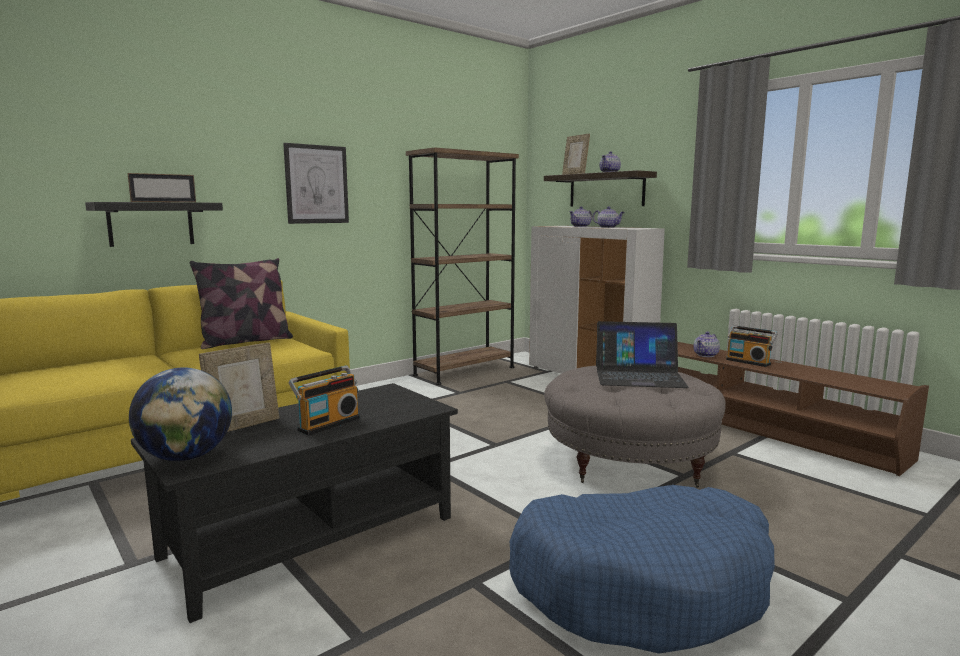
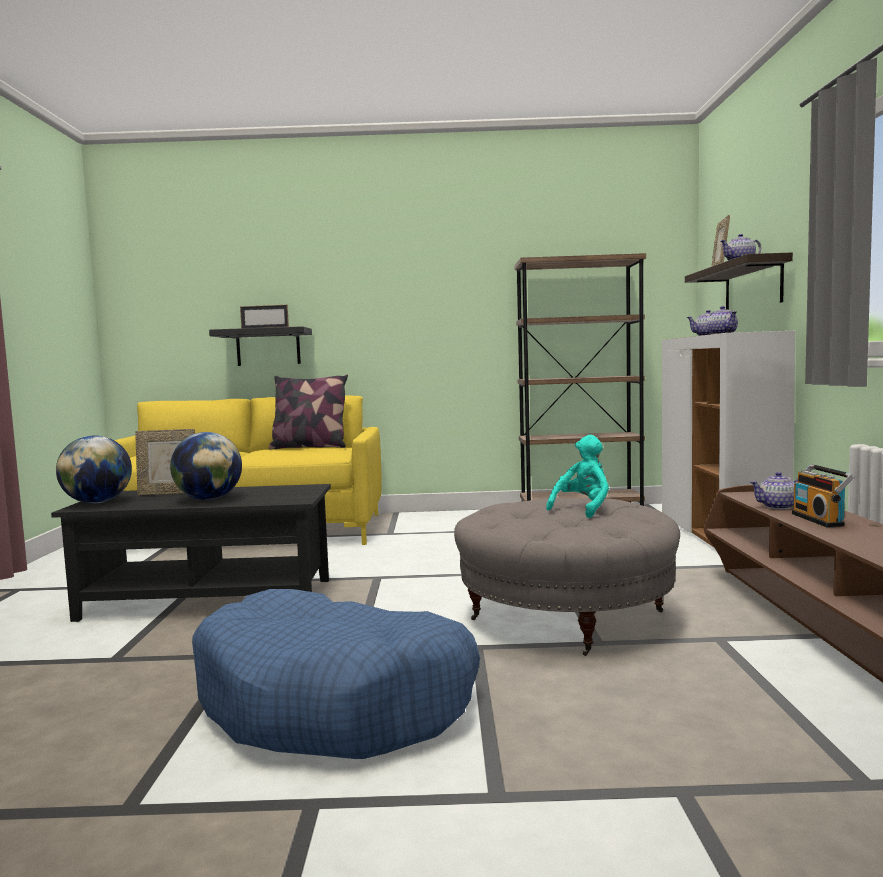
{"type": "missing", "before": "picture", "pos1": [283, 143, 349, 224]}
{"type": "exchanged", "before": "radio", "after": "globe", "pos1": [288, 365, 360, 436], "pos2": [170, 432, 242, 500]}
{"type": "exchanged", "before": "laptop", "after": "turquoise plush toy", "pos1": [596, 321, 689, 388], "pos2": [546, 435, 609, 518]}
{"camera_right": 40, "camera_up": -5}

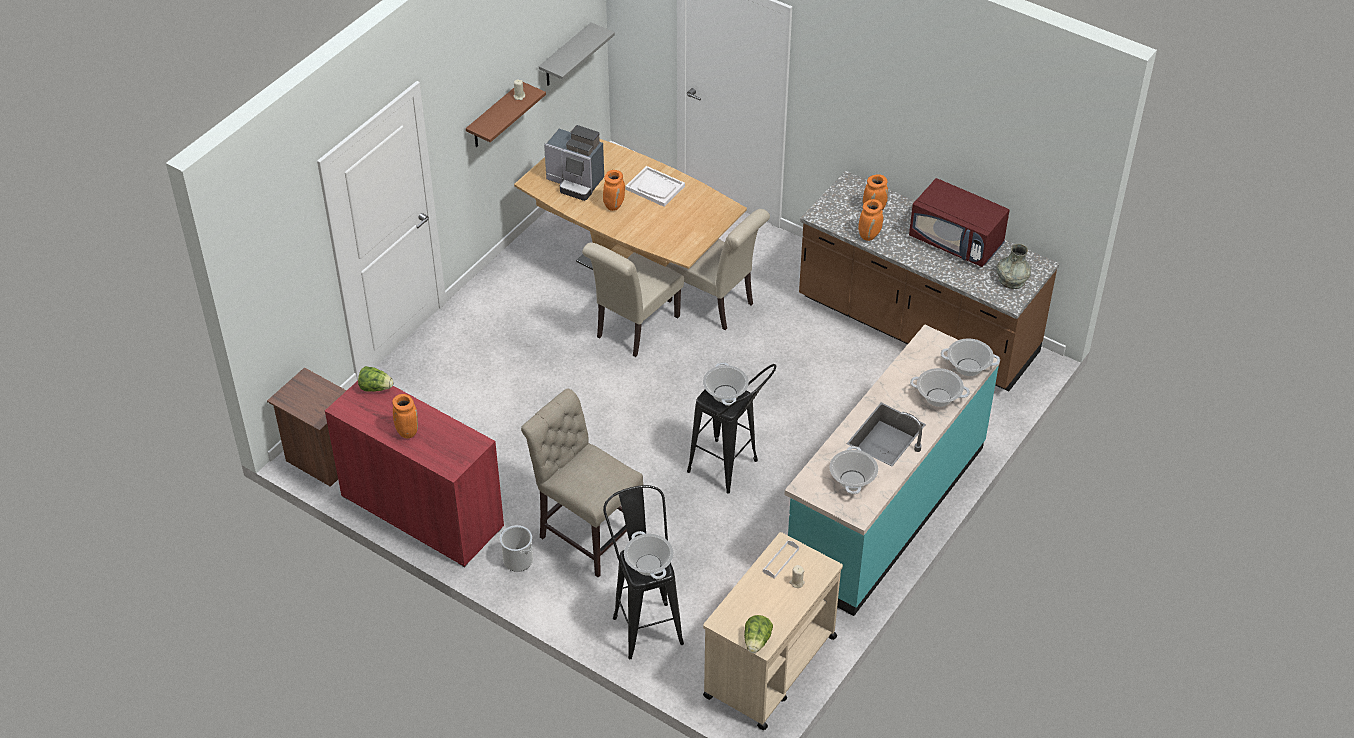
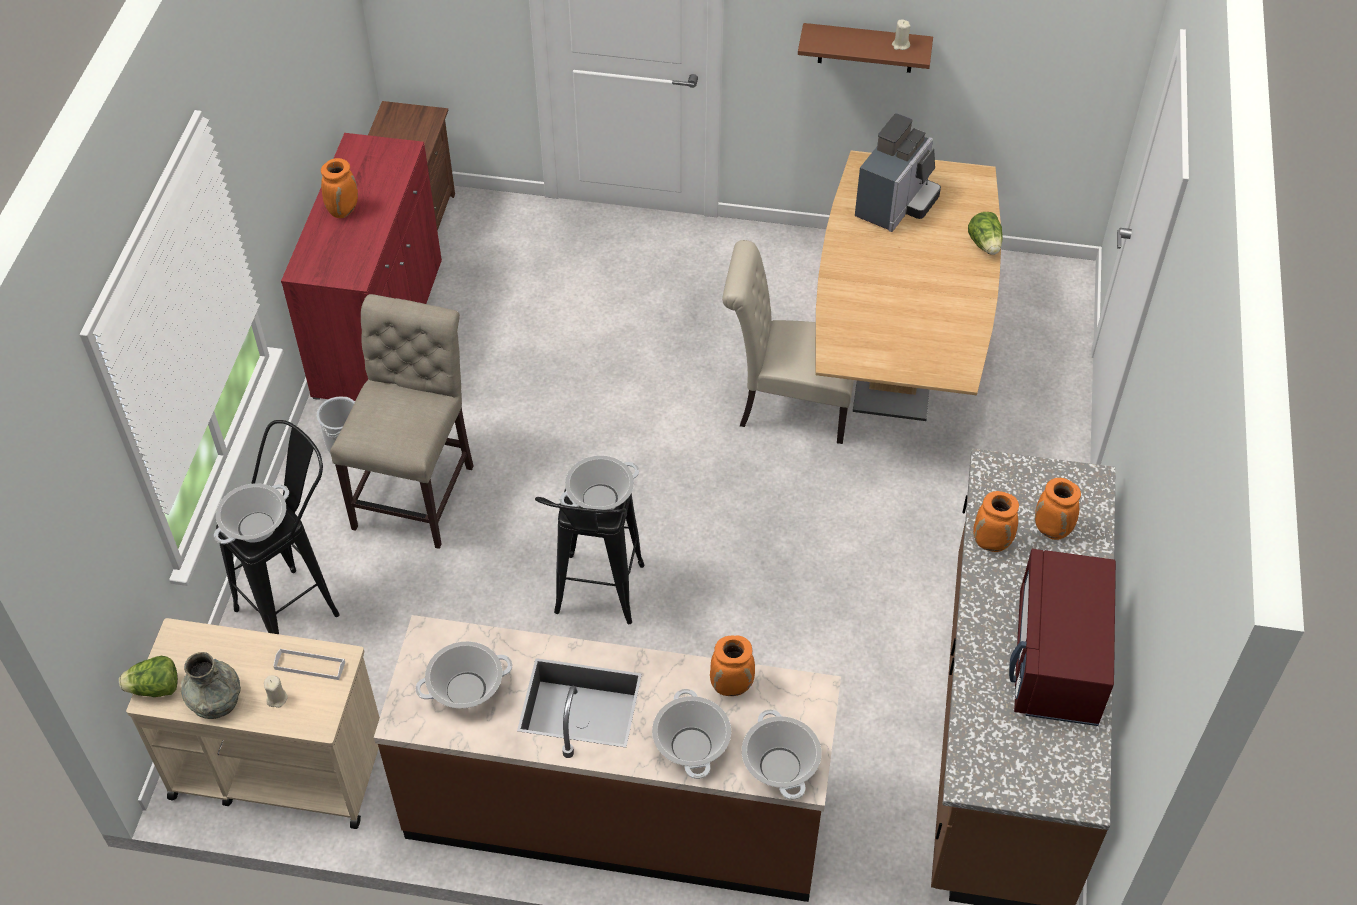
{"type": "relocated", "before": "lettuce", "pos1": [358, 366, 393, 392], "pos2": [968, 212, 1003, 255]}
{"type": "missing", "before": "grey shelf", "pos1": [539, 22, 615, 86]}
{"type": "spun", "before": "coffee machine", "pos1": [544, 125, 604, 201], "pos2": [855, 113, 941, 232], "turn": -150}
{"type": "relocated", "before": "orange vase", "pos1": [603, 170, 625, 211], "pos2": [710, 635, 755, 696]}
{"type": "missing", "before": "white tray", "pos1": [625, 166, 685, 207]}
{"type": "missing", "before": "beige chair", "pos1": [667, 209, 770, 330]}
{"type": "colour", "before": "turquoise counter", "after": "brown counter", "pos1": [784, 324, 1000, 616], "pos2": [374, 615, 841, 902]}
{"type": "relocated", "before": "grey vase", "pos1": [997, 244, 1031, 289], "pos2": [181, 652, 241, 719]}
{"camera_right": 65, "camera_up": 5}

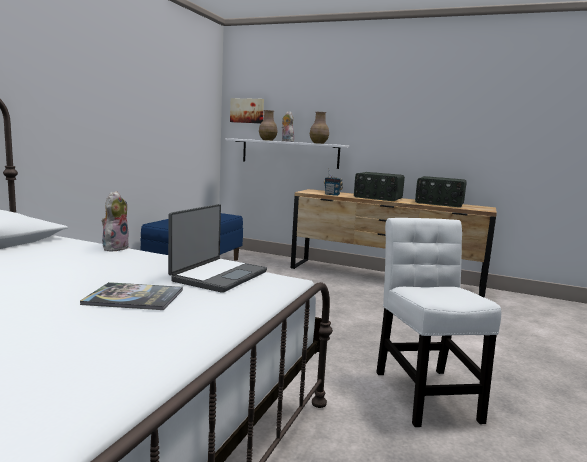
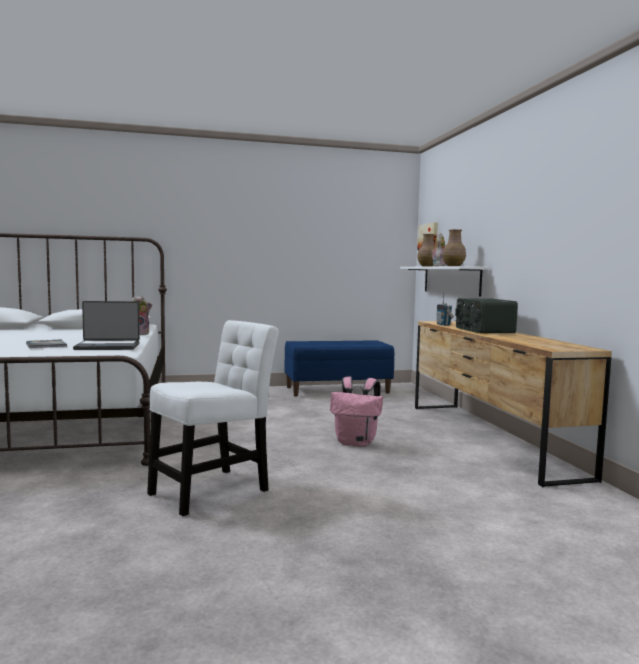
{"type": "missing", "before": "radio", "pos1": [415, 176, 467, 207]}
{"type": "appeared", "after": "pink backpack", "pos2": [330, 376, 383, 447]}
{"camera_right": 55, "camera_up": -5}

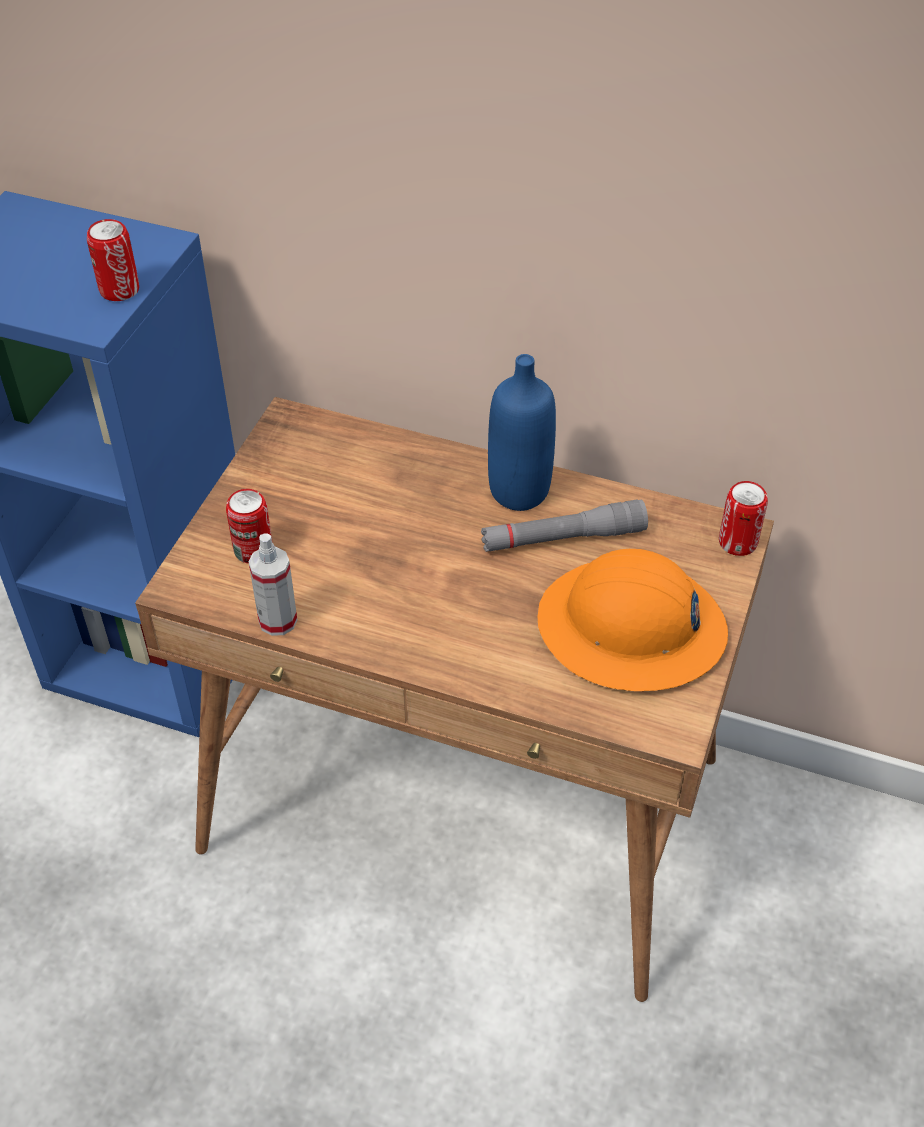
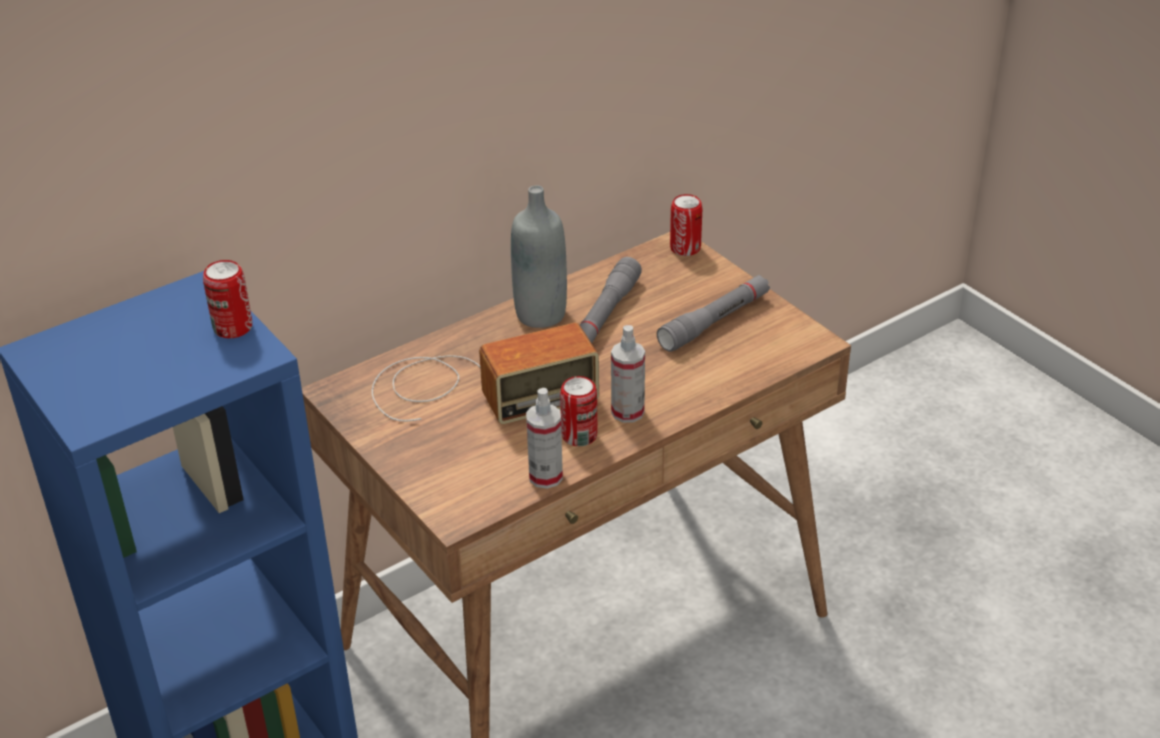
{"type": "relocated", "before": "can", "pos1": [226, 489, 273, 564], "pos2": [560, 376, 598, 446]}
{"type": "colour", "before": "blue bottle", "after": "grey bottle", "pos1": [488, 354, 556, 511], "pos2": [511, 186, 567, 328]}
{"type": "exchanged", "before": "orange hard hat", "after": "grey flashlight", "pos1": [538, 549, 728, 691], "pos2": [657, 275, 770, 352]}
{"type": "appeared", "after": "radio", "pos2": [372, 323, 599, 424]}
{"type": "appeared", "after": "spray bottle", "pos2": [611, 325, 645, 423]}
{"camera_right": -55, "camera_up": -10}

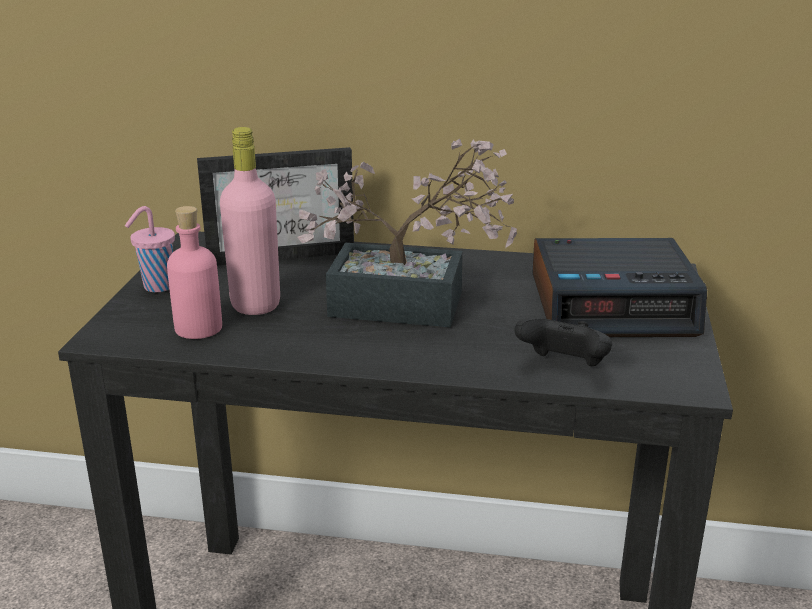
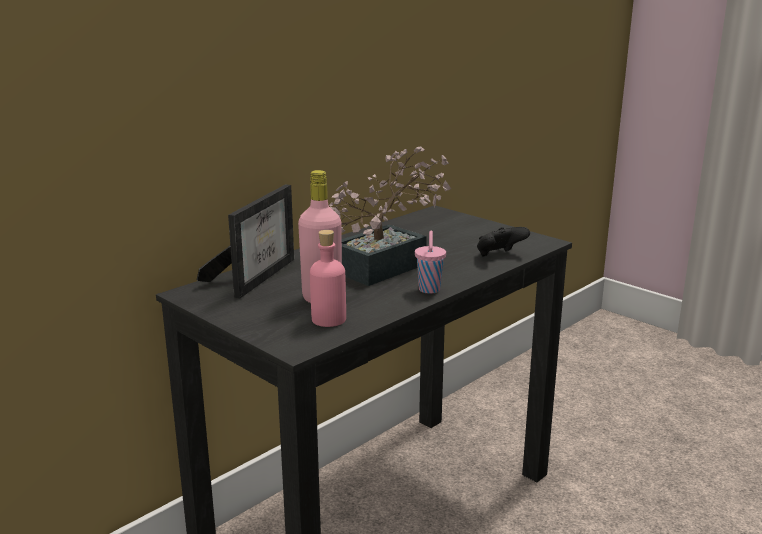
{"type": "relocated", "before": "pink cup", "pos1": [125, 206, 175, 292], "pos2": [415, 231, 446, 294]}
{"type": "missing", "before": "alarm clock", "pos1": [533, 238, 707, 337]}
{"camera_right": -55, "camera_up": -5}

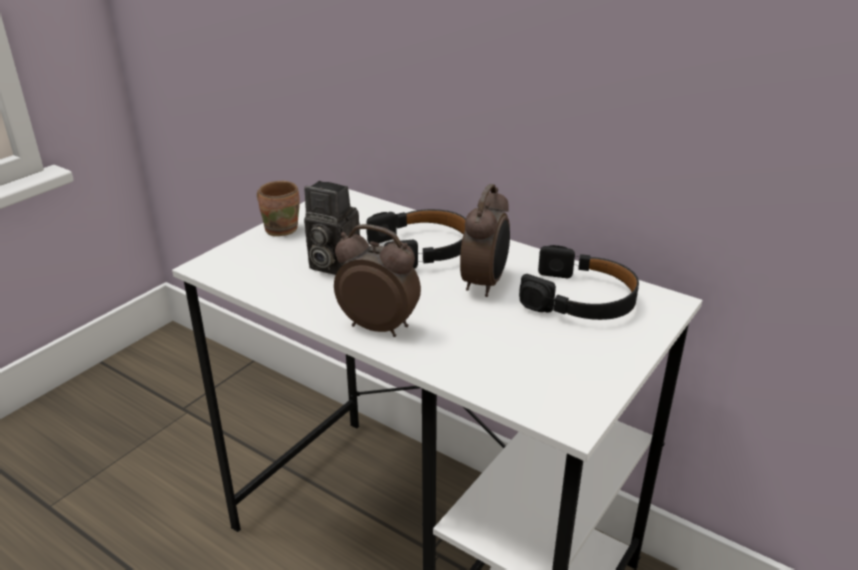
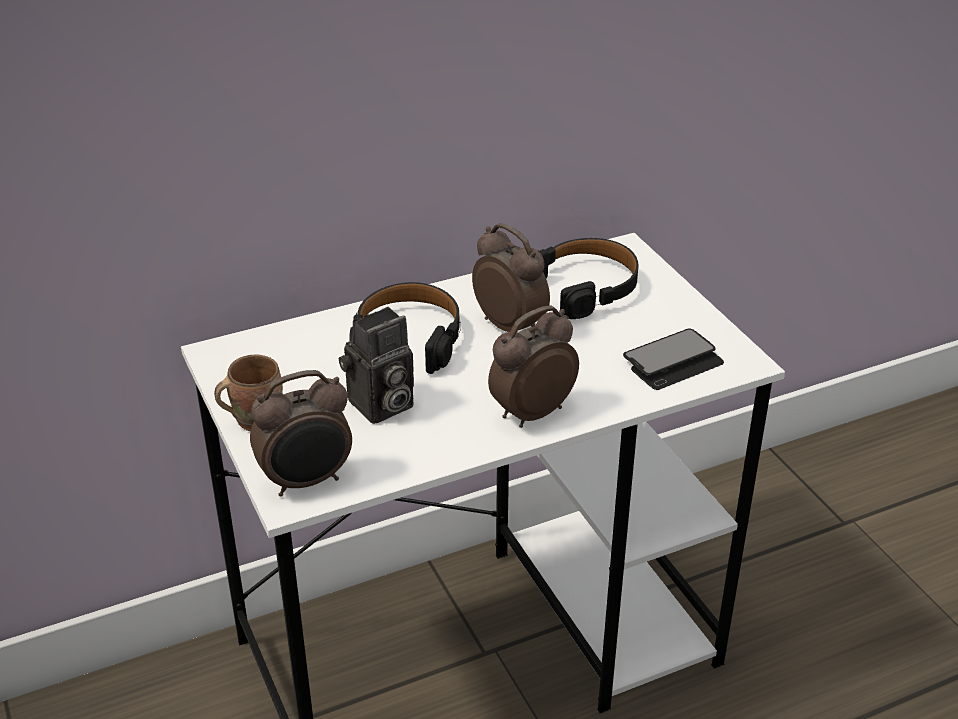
{"type": "appeared", "after": "alarm clock", "pos2": [250, 370, 352, 497]}
{"type": "appeared", "after": "phone", "pos2": [623, 329, 724, 390]}
{"camera_right": -60, "camera_up": 5}

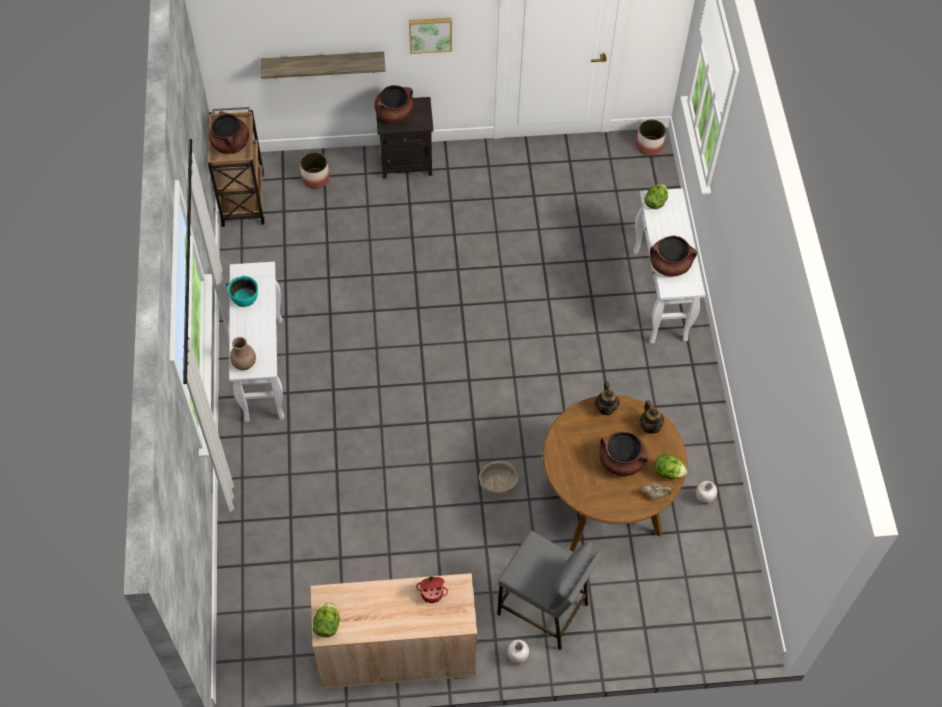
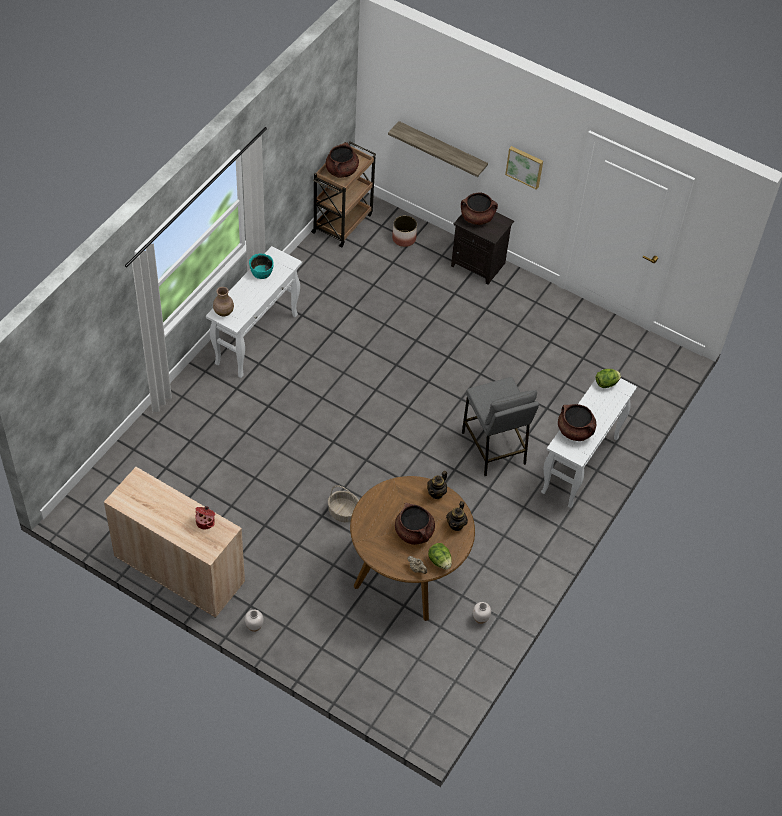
{"type": "missing", "before": "lettuce", "pos1": [313, 602, 339, 637]}
{"type": "relocated", "before": "grey stool", "pos1": [497, 531, 602, 650], "pos2": [462, 377, 539, 476]}
{"type": "missing", "before": "planter", "pos1": [636, 119, 666, 156]}
{"camera_right": 35, "camera_up": -5}

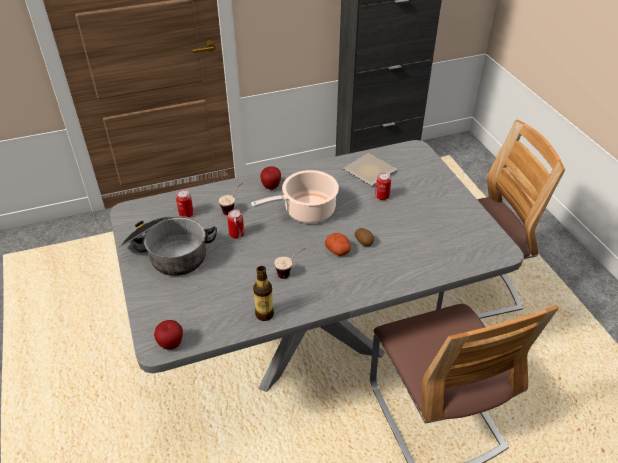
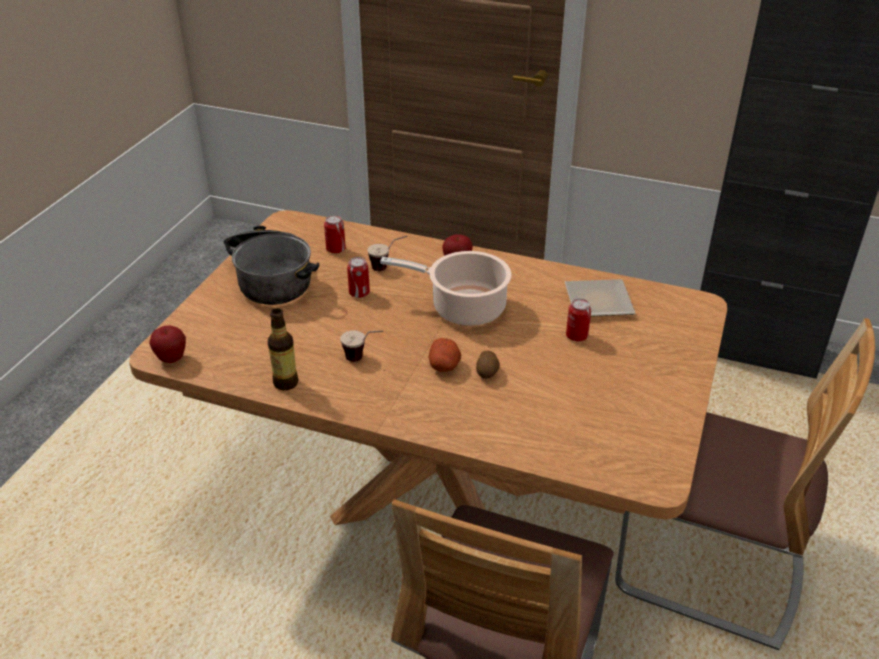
{"type": "colour", "before": "grey dining table", "after": "brown dining table", "pos1": [110, 140, 524, 392], "pos2": [129, 210, 727, 525]}
{"camera_right": 40, "camera_up": -5}

